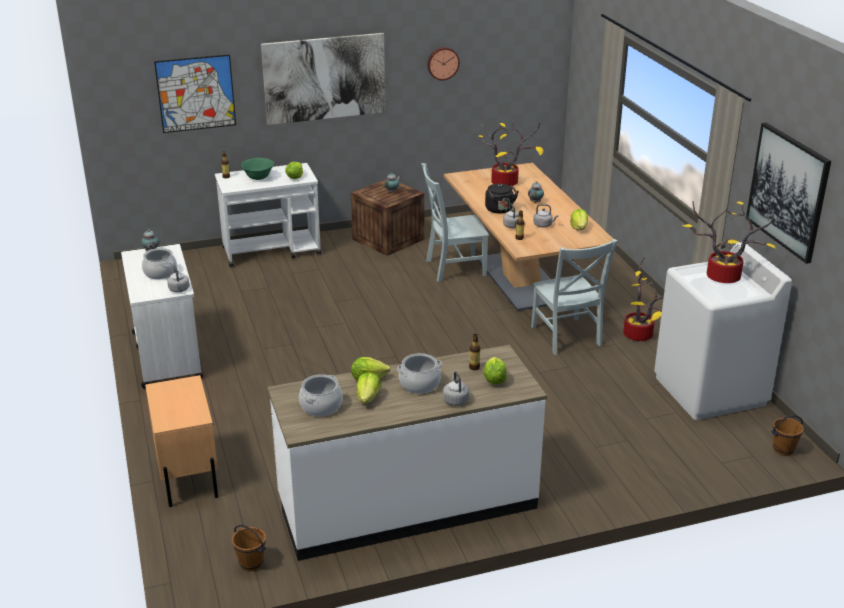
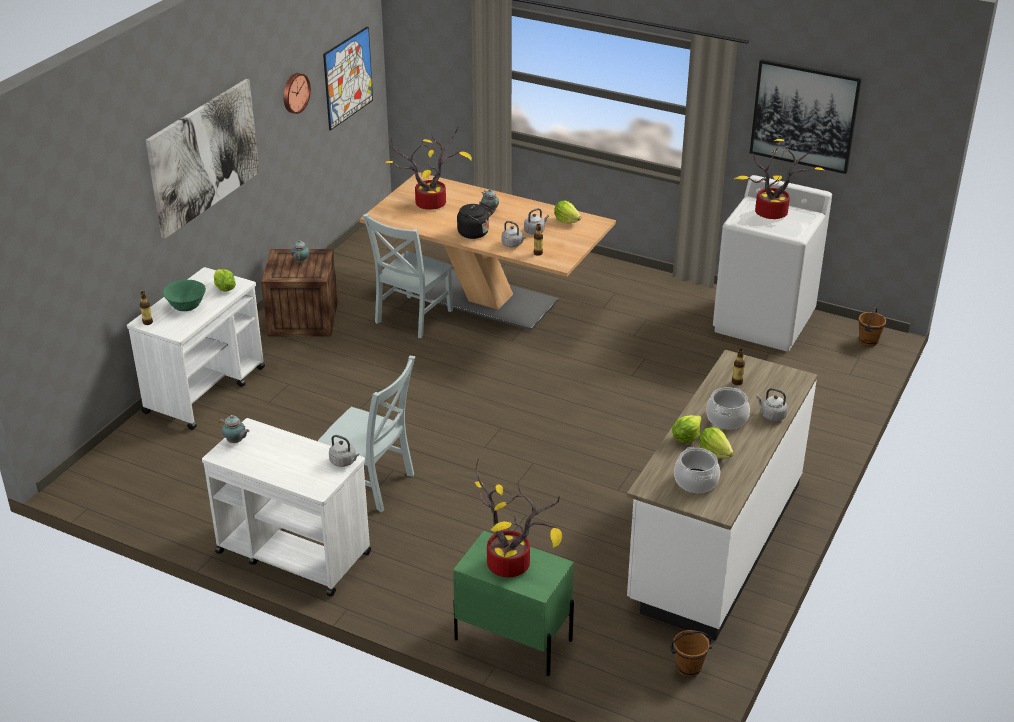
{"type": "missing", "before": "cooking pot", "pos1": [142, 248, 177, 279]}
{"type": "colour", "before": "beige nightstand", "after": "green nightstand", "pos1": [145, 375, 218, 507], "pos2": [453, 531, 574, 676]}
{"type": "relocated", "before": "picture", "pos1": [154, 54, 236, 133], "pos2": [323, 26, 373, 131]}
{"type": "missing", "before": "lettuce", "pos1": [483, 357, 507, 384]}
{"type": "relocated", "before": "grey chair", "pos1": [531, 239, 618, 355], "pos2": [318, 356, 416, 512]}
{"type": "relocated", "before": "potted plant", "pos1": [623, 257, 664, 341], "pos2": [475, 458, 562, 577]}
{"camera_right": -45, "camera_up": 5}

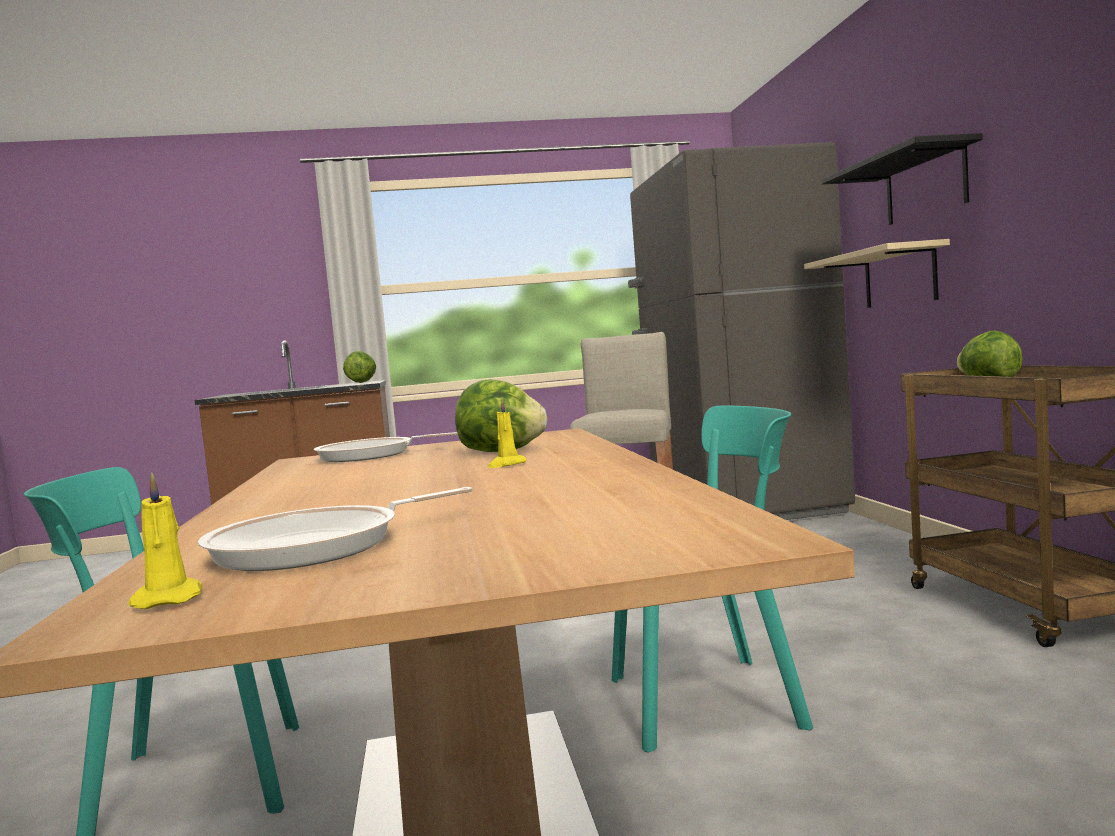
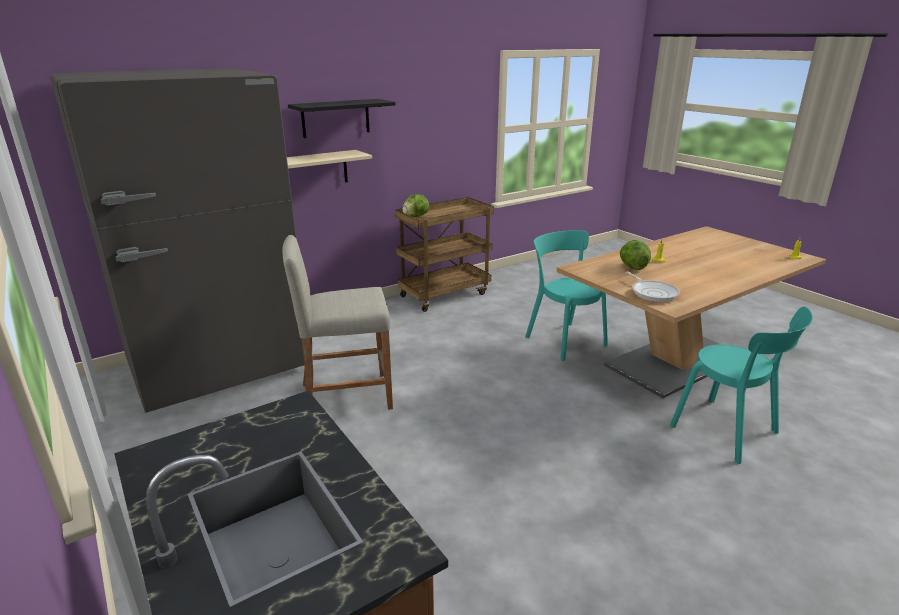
{"type": "missing", "before": "frying pan", "pos1": [198, 487, 473, 571]}
{"type": "missing", "before": "lettuce", "pos1": [343, 351, 376, 383]}
{"camera_right": -115, "camera_up": 20}

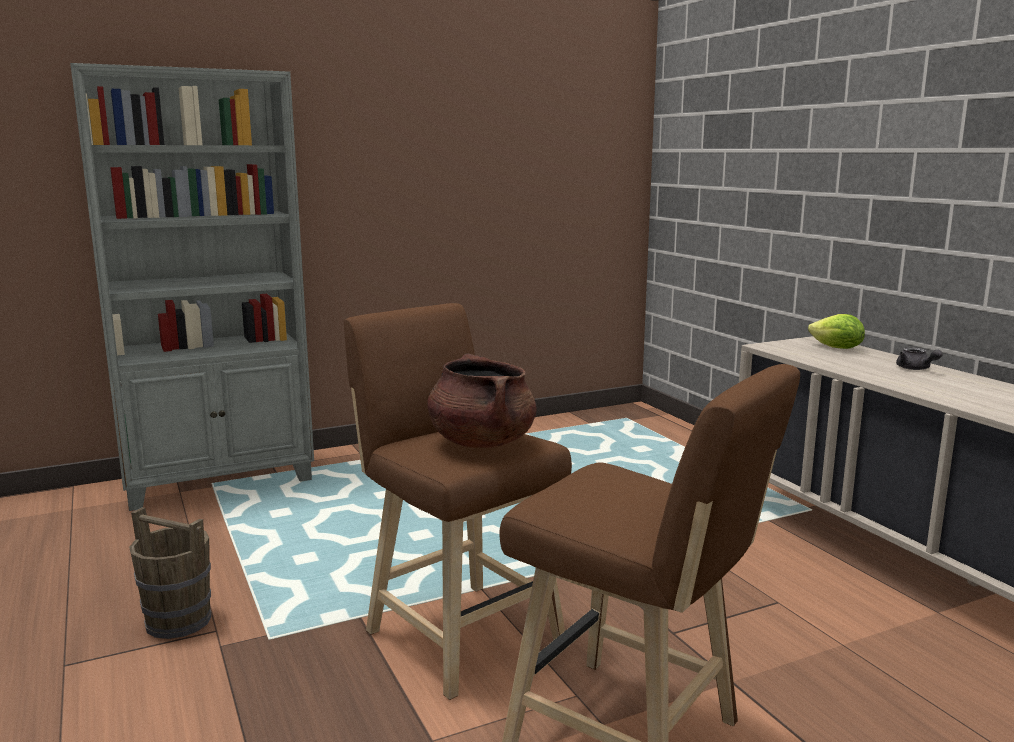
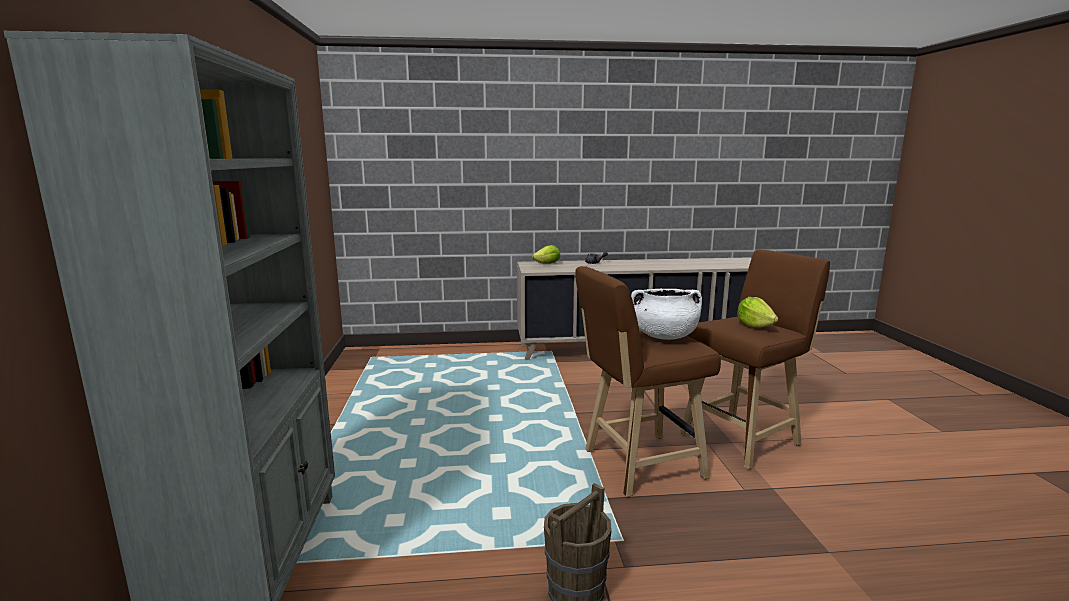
{"type": "colour", "before": "brown cooking pot", "after": "white cooking pot", "pos1": [427, 354, 537, 448], "pos2": [631, 289, 702, 340]}
{"type": "appeared", "after": "lettuce", "pos2": [737, 297, 778, 328]}
{"camera_right": -70, "camera_up": 0}

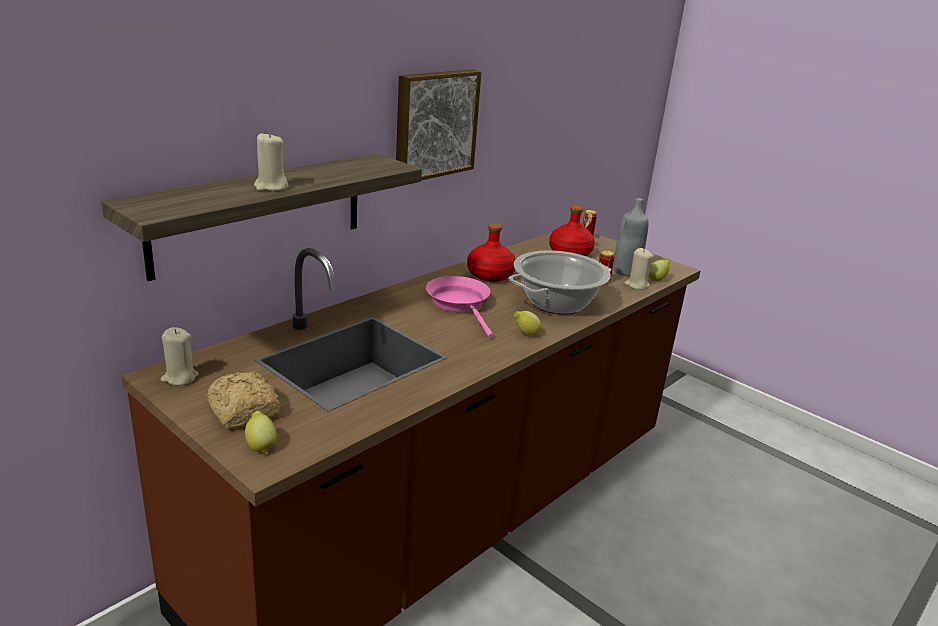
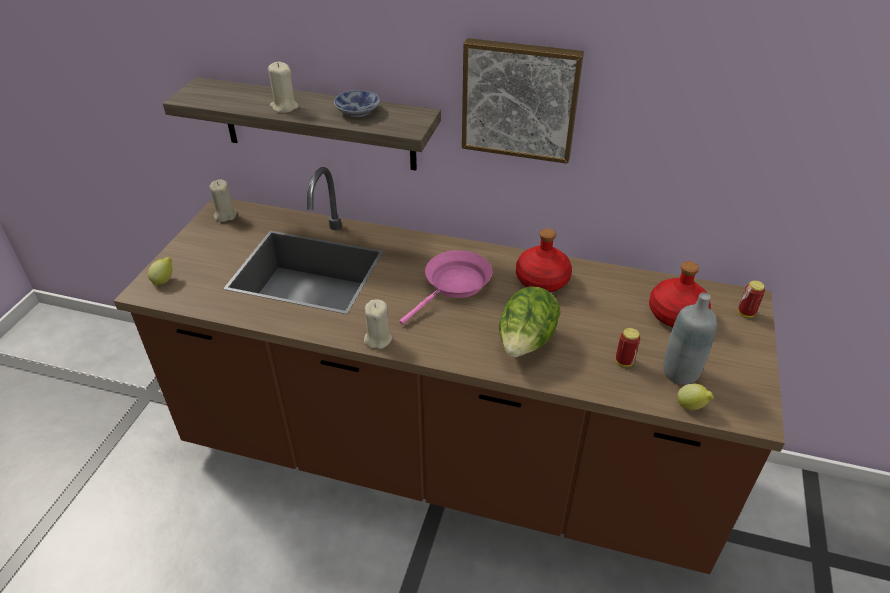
{"type": "missing", "before": "bread", "pos1": [207, 371, 282, 428]}
{"type": "exchanged", "before": "cooking pot", "after": "lettuce", "pos1": [509, 251, 611, 314], "pos2": [499, 287, 561, 357]}
{"type": "missing", "before": "lemon", "pos1": [514, 311, 541, 336]}
{"type": "relocated", "before": "beige candle", "pos1": [624, 248, 654, 290], "pos2": [364, 300, 392, 349]}
{"type": "appeared", "after": "bowl", "pos2": [334, 90, 380, 118]}
{"camera_right": 65, "camera_up": 15}

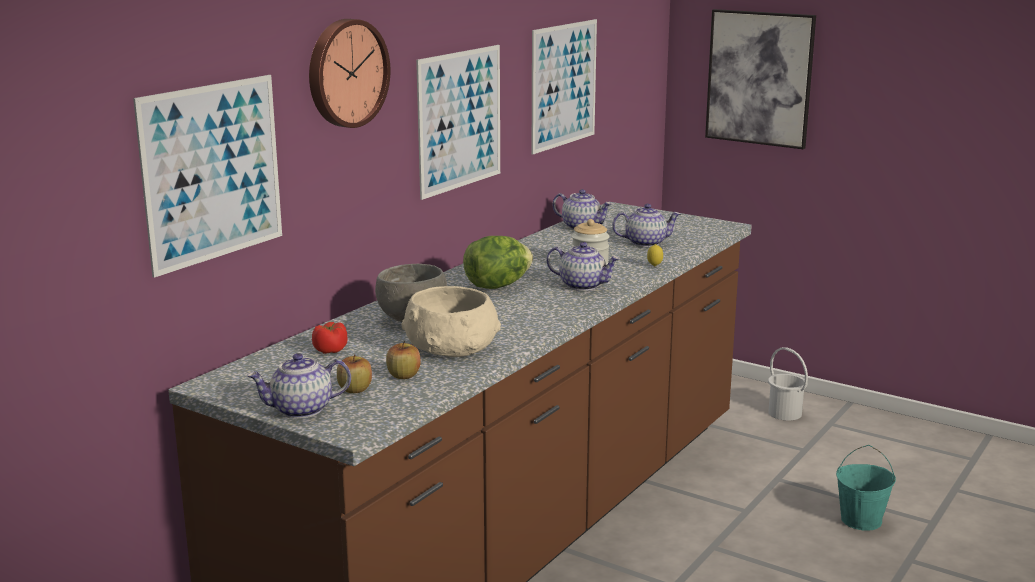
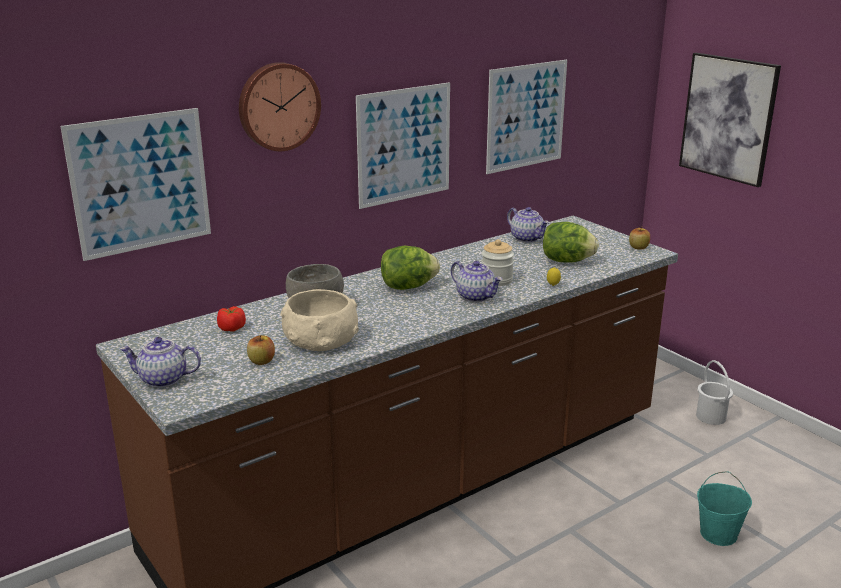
{"type": "relocated", "before": "apple", "pos1": [337, 354, 372, 393], "pos2": [629, 227, 650, 250]}
{"type": "exchanged", "before": "teapot", "after": "lettuce", "pos1": [612, 204, 681, 247], "pos2": [543, 222, 599, 263]}
{"camera_right": 20, "camera_up": 5}

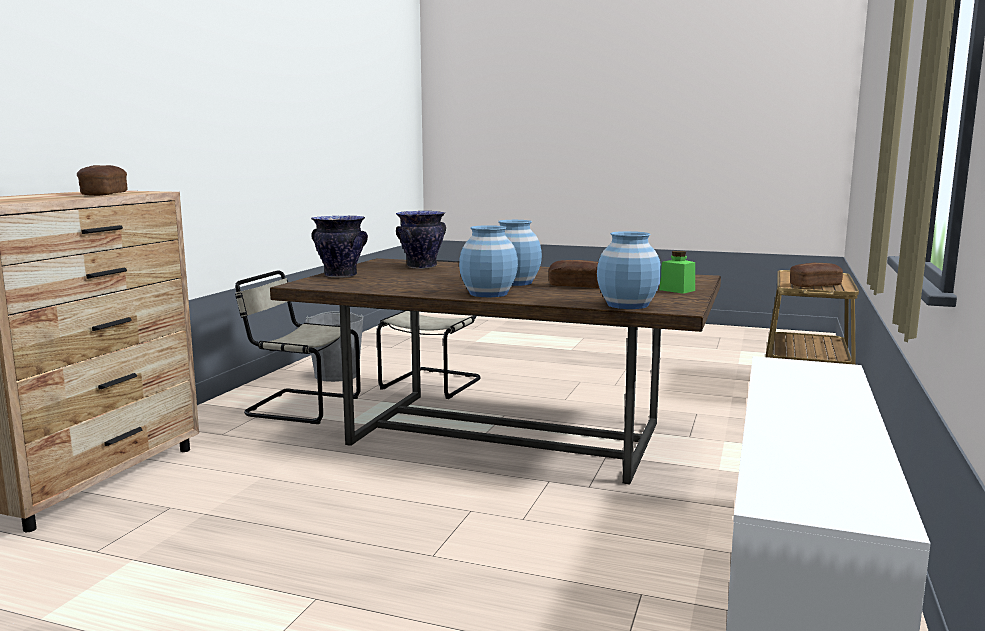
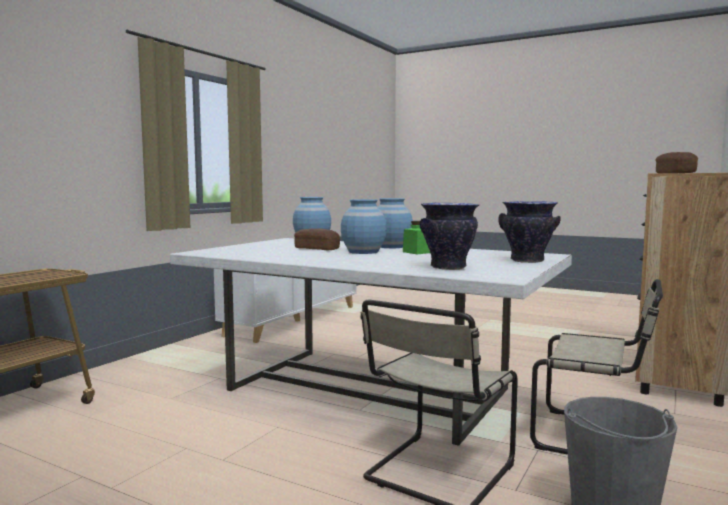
{"type": "colour", "before": "brown dining table", "after": "white dining table", "pos1": [270, 258, 721, 484], "pos2": [170, 238, 572, 446]}
{"type": "relocated", "before": "green jar", "pos1": [659, 251, 695, 294], "pos2": [403, 221, 430, 254]}
{"type": "missing", "before": "bread", "pos1": [790, 263, 843, 287]}
{"camera_right": -170, "camera_up": -5}

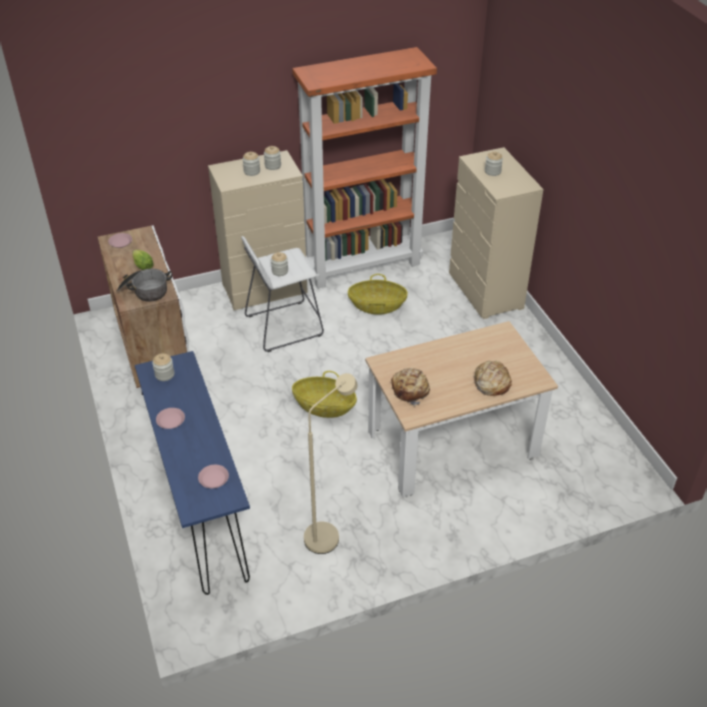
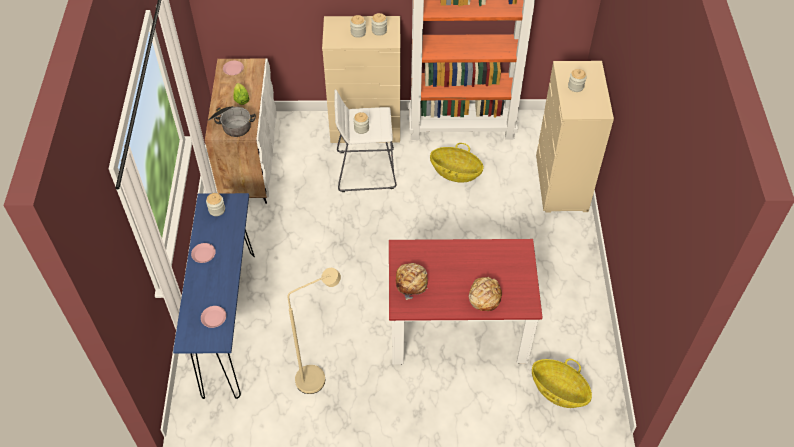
{"type": "relocated", "before": "basket", "pos1": [292, 371, 357, 418], "pos2": [532, 359, 592, 408]}
{"type": "colour", "before": "beige dining table", "after": "red dining table", "pos1": [365, 321, 558, 497], "pos2": [389, 239, 543, 365]}
{"camera_right": 20, "camera_up": 10}

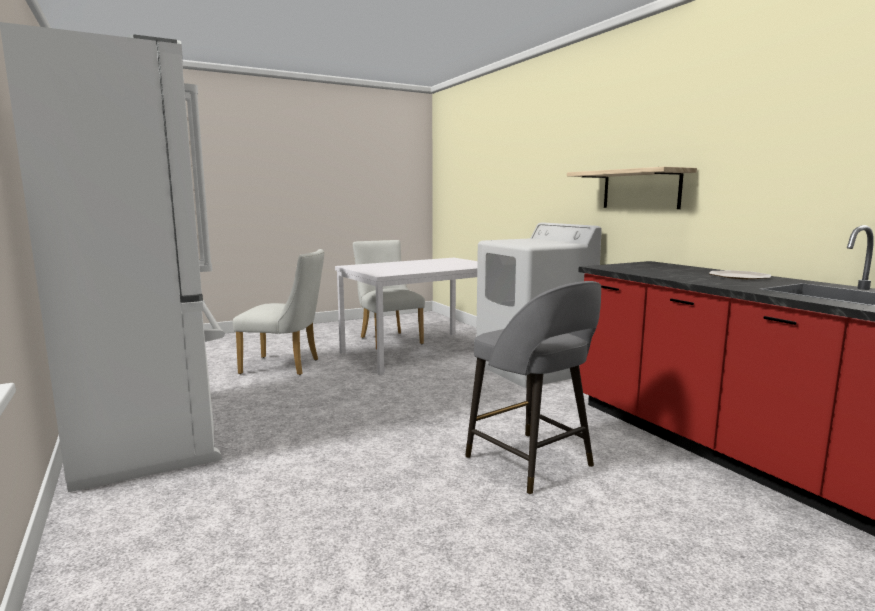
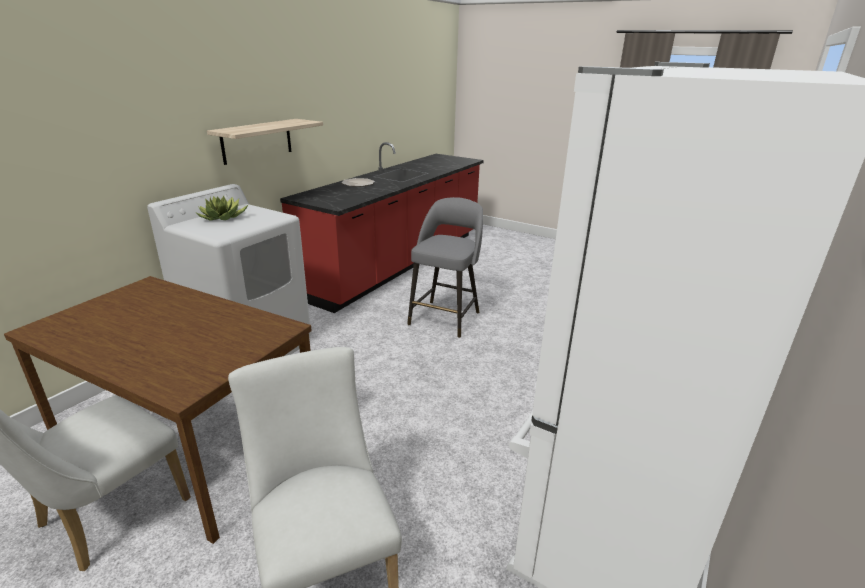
{"type": "colour", "before": "white dining table", "after": "brown dining table", "pos1": [335, 258, 477, 376], "pos2": [4, 276, 312, 544]}
{"type": "appeared", "after": "potted plant", "pos2": [197, 195, 249, 221]}
{"camera_right": -120, "camera_up": 15}

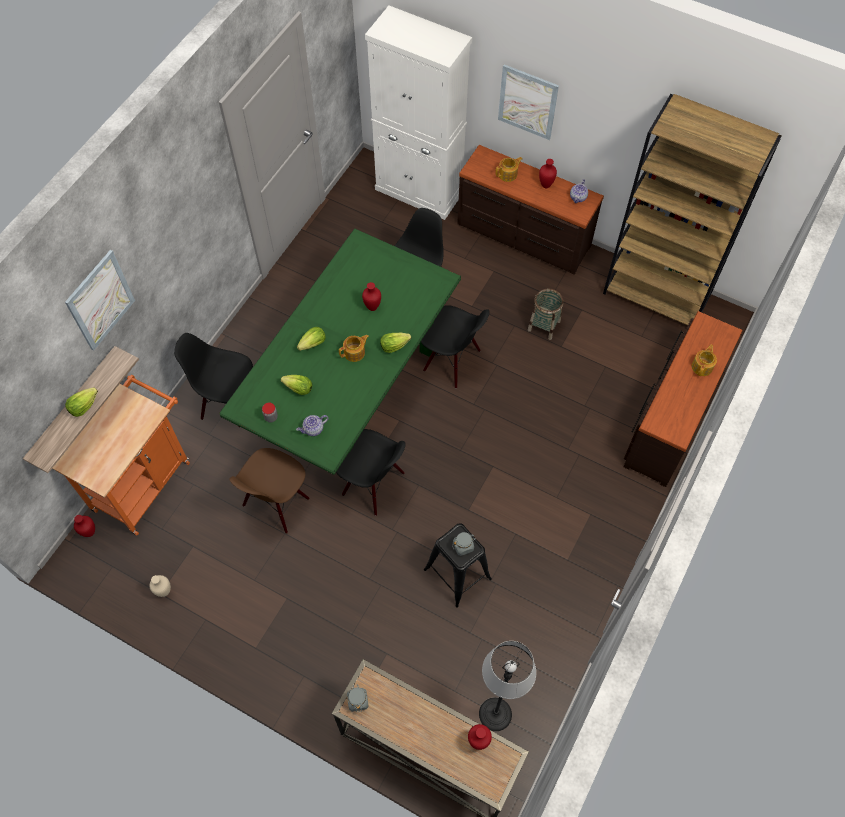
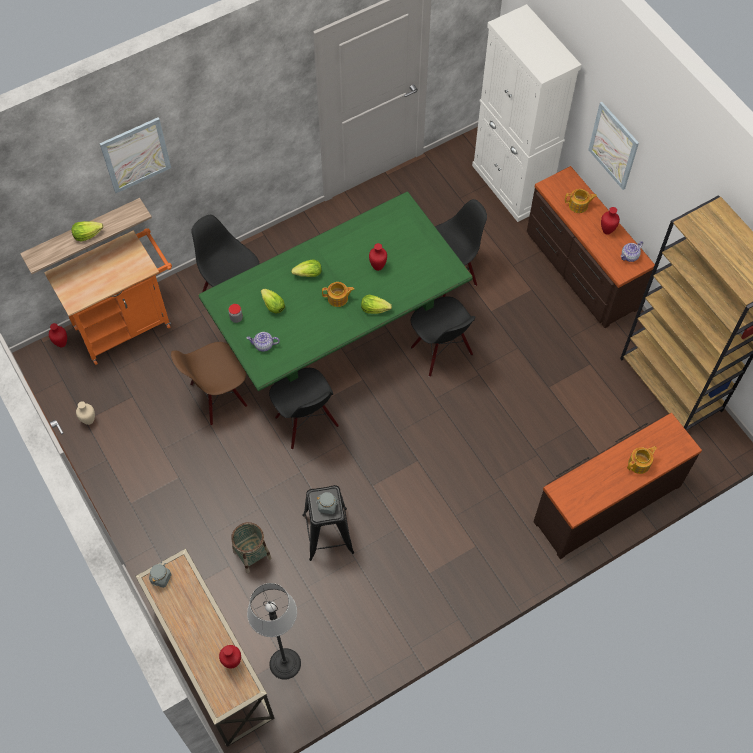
{"type": "relocated", "before": "basket", "pos1": [528, 289, 563, 340], "pos2": [231, 522, 271, 573]}
{"camera_right": 30, "camera_up": 0}

